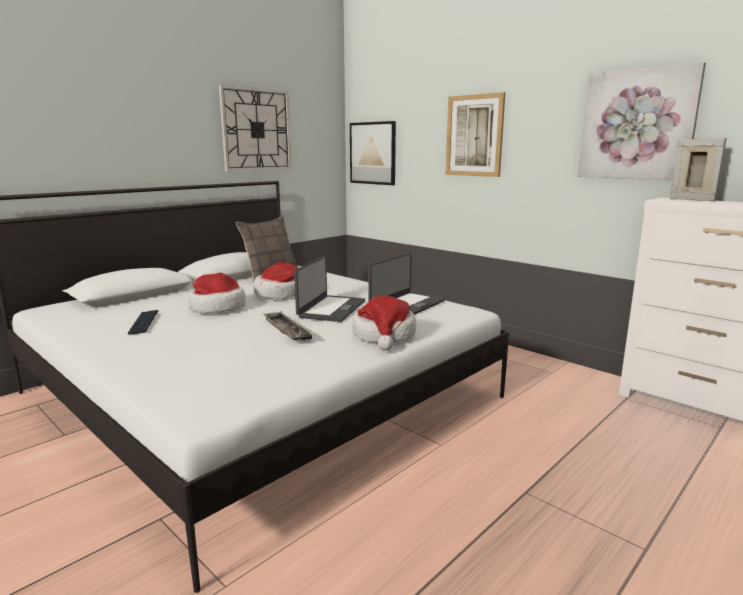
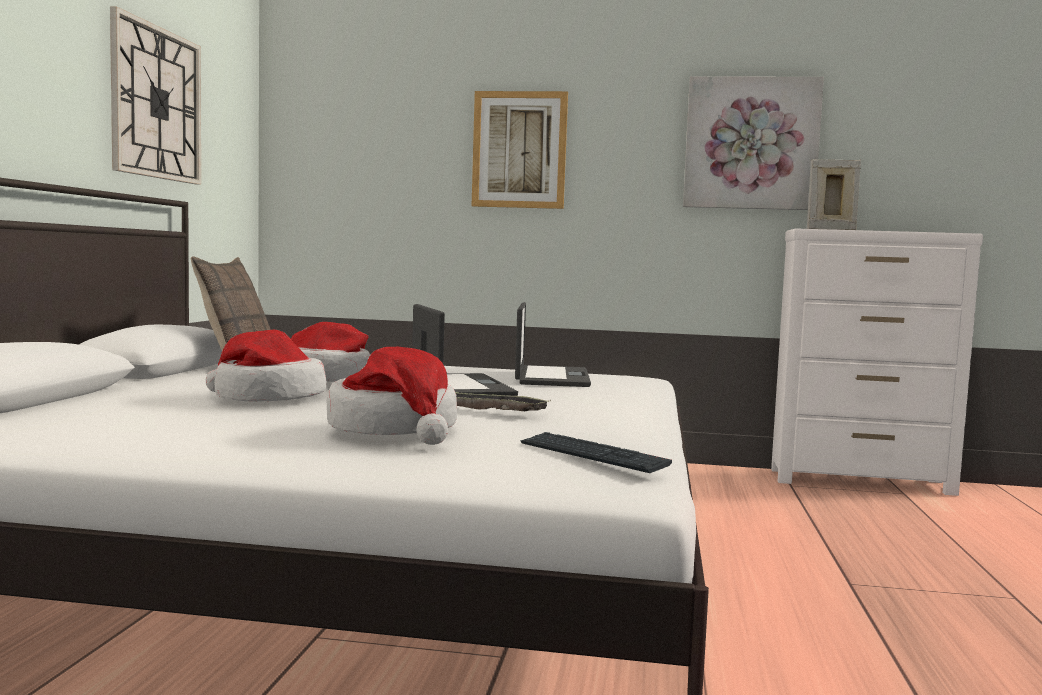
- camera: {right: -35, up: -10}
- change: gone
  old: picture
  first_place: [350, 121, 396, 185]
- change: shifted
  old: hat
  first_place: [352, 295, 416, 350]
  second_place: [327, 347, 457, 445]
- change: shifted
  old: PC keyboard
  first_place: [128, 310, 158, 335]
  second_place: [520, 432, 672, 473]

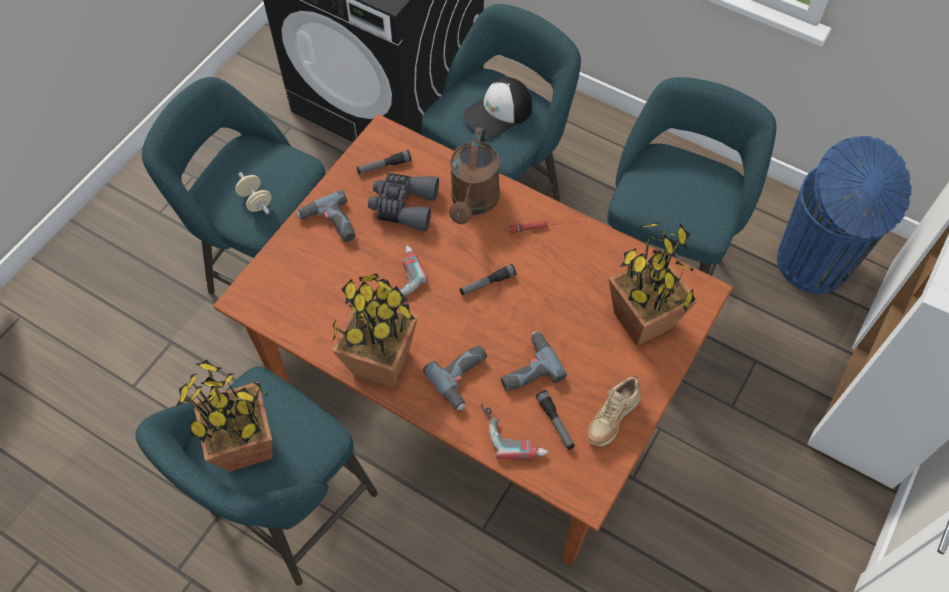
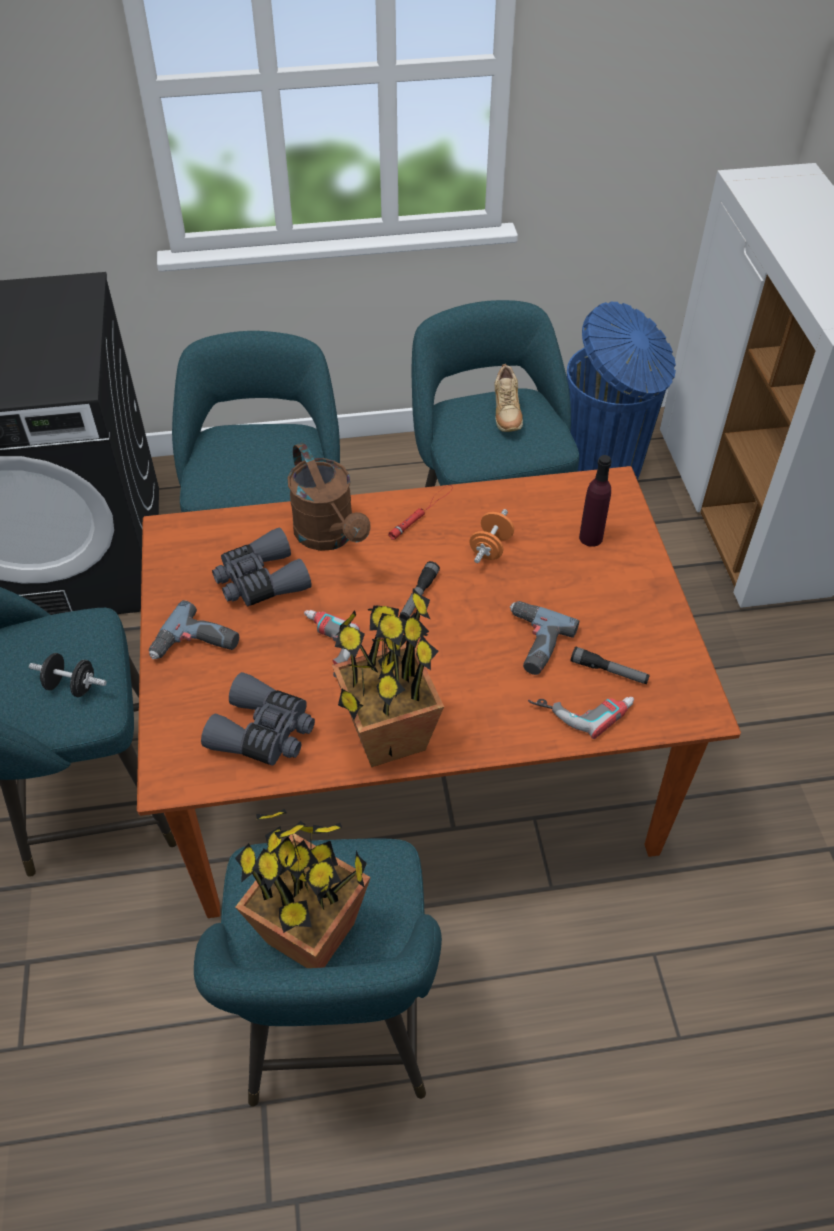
- camera: {right: -40, up: -10}
- change: gone
  old: baseball cap
  first_place: [463, 77, 532, 138]
- change: gone
  old: flashlight
  first_place: [356, 150, 411, 174]
- change: repainted
  old: beige dumbbell
  new: black-coloured dumbbell
  first_place: [235, 172, 271, 214]
  second_place: [29, 653, 107, 697]
- change: swapped
  old: potted plant
  new: purple beverage bottle
  first_place: [608, 222, 698, 346]
  second_place: [579, 455, 611, 547]
- change: gone
  old: electric drill
  first_place: [423, 345, 487, 411]
- change: shifted
  old: beige item of footwear
  first_place: [587, 375, 641, 446]
  second_place: [494, 364, 523, 432]
- change: new
  new: orange-coloured dumbbell
  second_place: [469, 509, 514, 563]
- change: new
  new: grey pair of binoculars
  second_place: [201, 672, 315, 766]

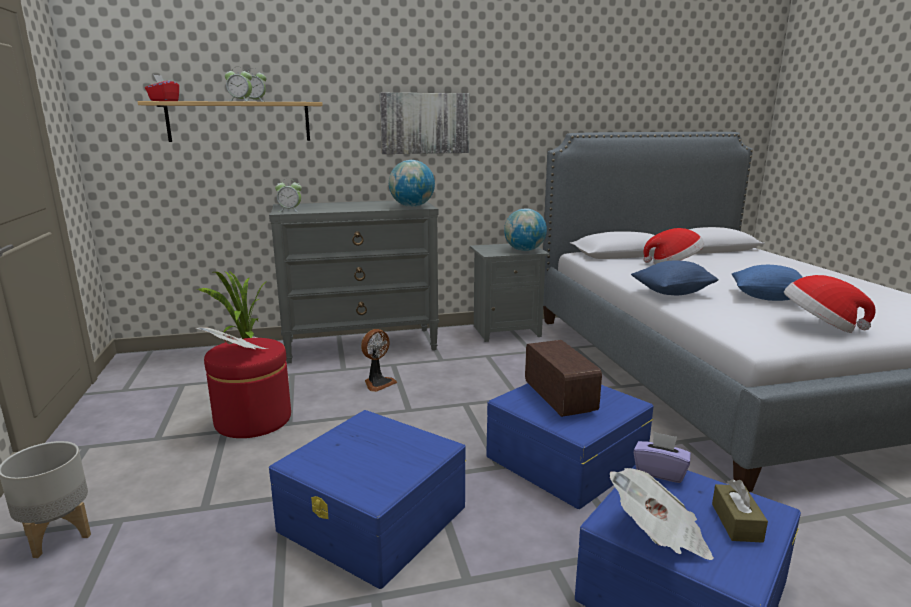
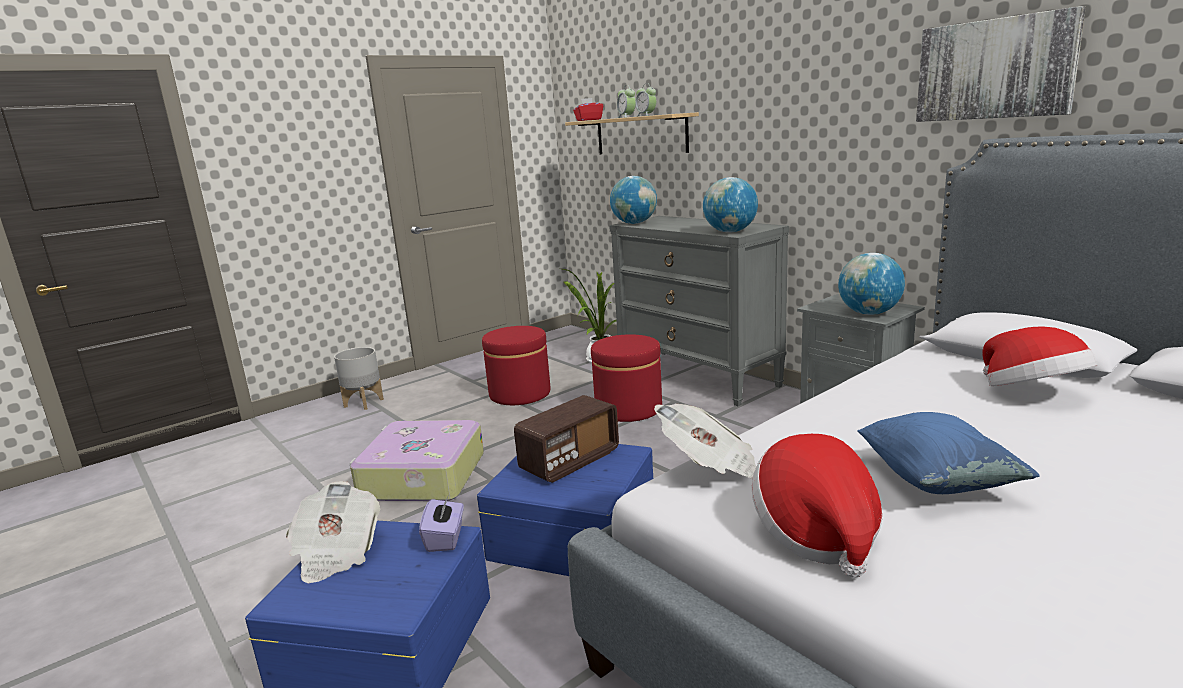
- camera: {right: 65, up: 0}
- change: shifted
  old: picture
  first_place: [379, 93, 470, 154]
  second_place: [916, 6, 1086, 122]
- change: swapped
  old: alarm clock
  new: globe
  first_place: [275, 178, 302, 212]
  second_place: [610, 176, 657, 224]
- change: gone
  old: blue-coloured throw pillow
  first_place: [631, 260, 719, 295]
- change: shifted
  old: newspaper
  first_place: [196, 327, 268, 349]
  second_place: [654, 404, 756, 479]
- change: swapped
  old: fan
  new: red-coloured ottoman
  first_place: [361, 329, 397, 392]
  second_place: [591, 334, 662, 422]
- change: swapped
  old: blue-coloured storage container
  new: suitcase
  first_place: [269, 410, 466, 589]
  second_place: [349, 420, 484, 501]
- change: gone
  old: brown tissue holder
  first_place: [712, 479, 768, 543]

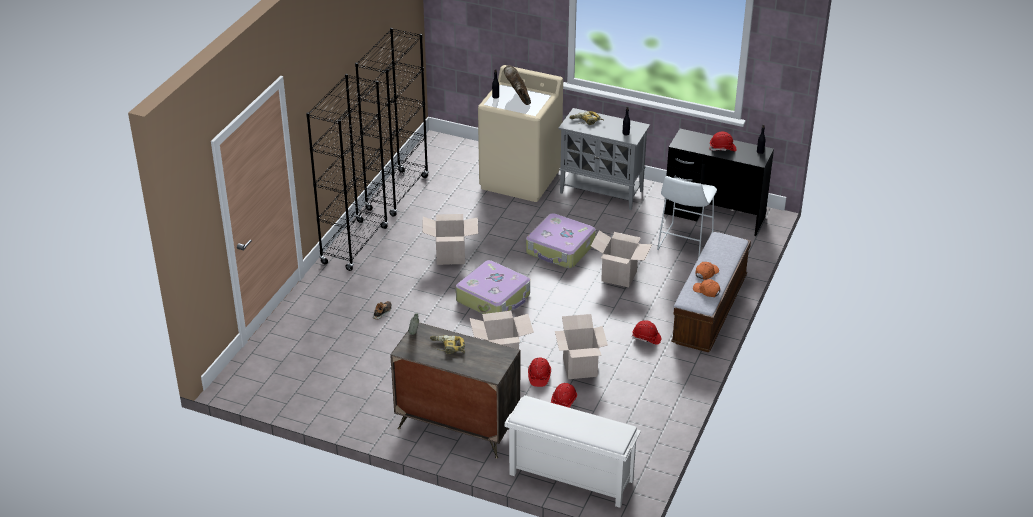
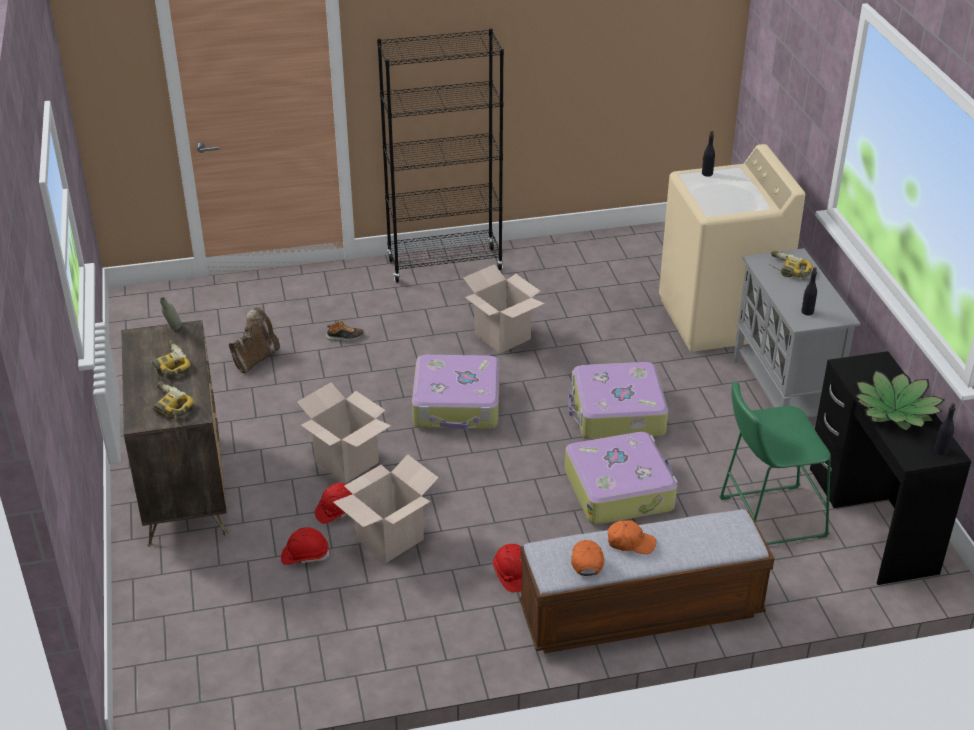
- camera: {right: 55, up: 0}
- change: gone
  old: black-coloured bookshelf
  first_place: [355, 28, 429, 217]
- change: shifted
  old: brown high-top boot
  first_place: [504, 65, 531, 105]
  second_place: [229, 307, 280, 373]
- change: swapped
  old: red-coloured work helmet
  new: potted plant
  first_place: [709, 131, 737, 151]
  second_place: [855, 370, 945, 431]
- change: repainted
  old: white-coloured stool seat
  new: green stool seat
  first_place: [657, 176, 717, 258]
  second_place: [719, 381, 831, 545]
- change: swapped
  old: carton
  new: suitcase
  first_place: [591, 230, 652, 288]
  second_place: [565, 432, 678, 525]
- change: gone
  old: white-coloured shoe rack
  first_place: [504, 395, 641, 508]
- change: new
  new: electric drill
  second_place: [144, 382, 194, 421]

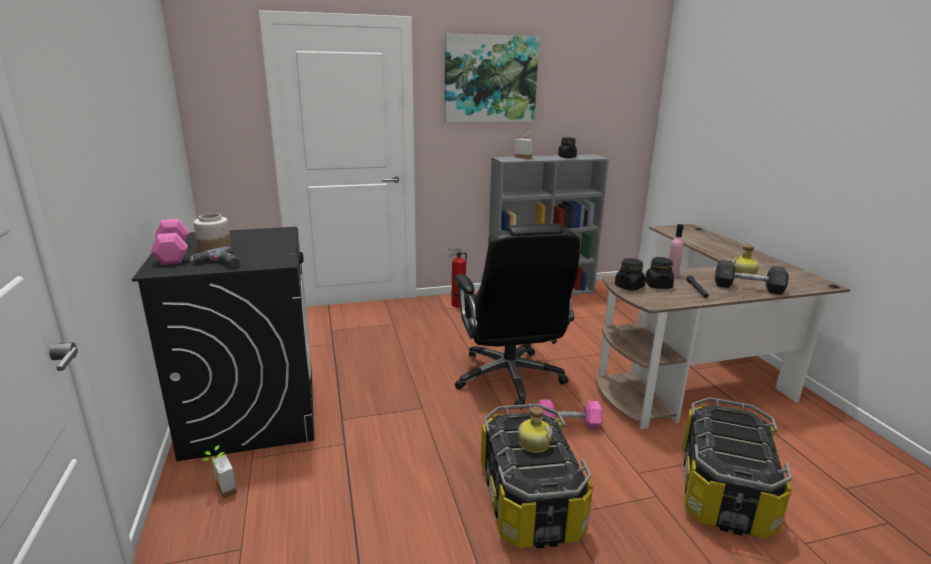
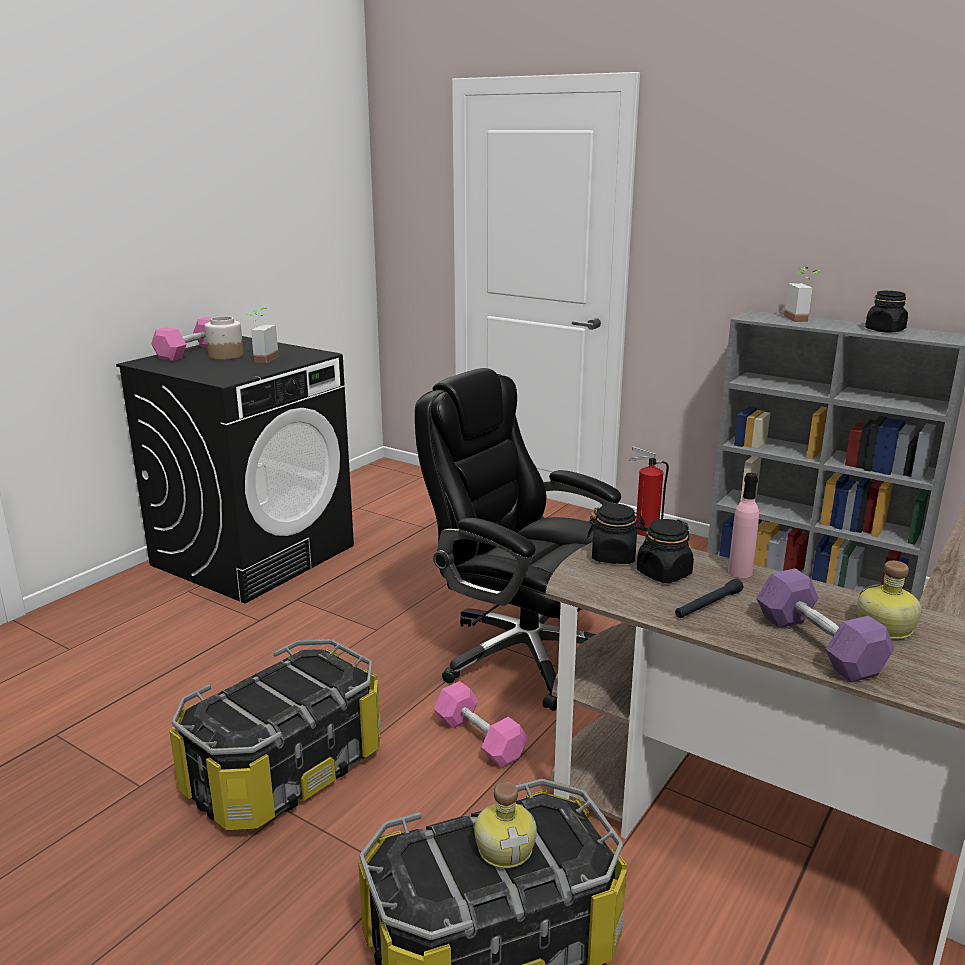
- camera: {right: 50, up: 0}
- change: gone
  old: picture
  first_place: [445, 33, 539, 122]
- change: rotated
  old: black-coloured office chair
  first_place: [454, 223, 580, 409]
  second_place: [415, 368, 621, 711]
  degrees: 90
- change: gone
  old: electric drill
  first_place: [190, 246, 240, 268]
- change: repainted
  old: grey dumbbell
  new: purple dumbbell
  first_place: [715, 260, 789, 295]
  second_place: [756, 568, 894, 683]
- change: shifted
  old: beverage bottle
  first_place: [518, 406, 553, 453]
  second_place: [474, 782, 537, 868]
- change: shifted
  old: potted plant
  first_place: [202, 445, 237, 499]
  second_place: [245, 308, 279, 363]

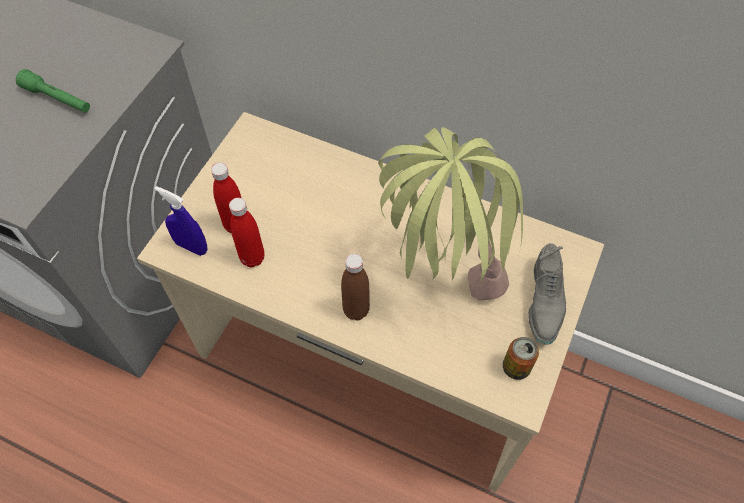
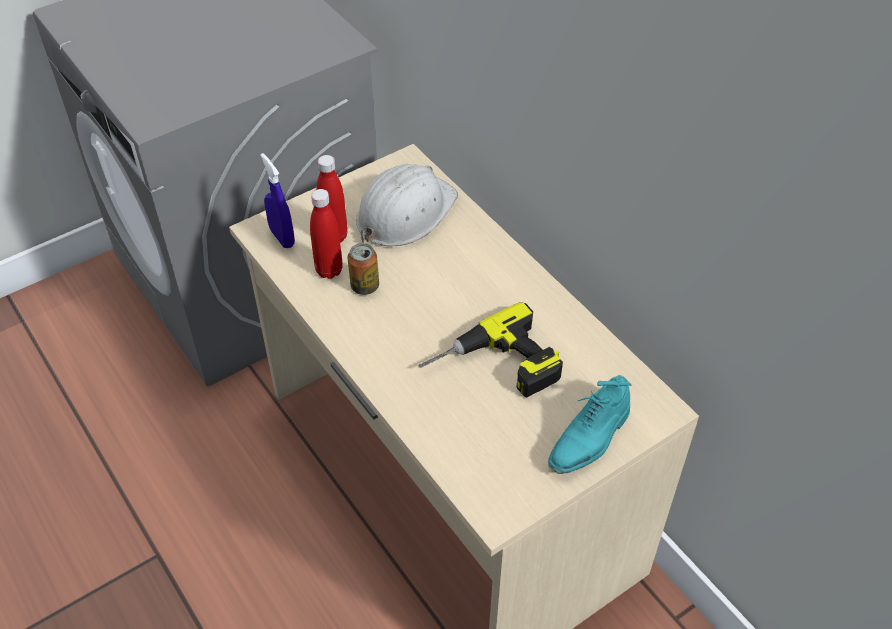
- camera: {right: 30, up: -10}
- change: gone
  old: green flashlight
  first_place: [16, 69, 90, 113]
- change: swapped
  old: potted plant
  new: electric drill
  first_place: [379, 127, 523, 300]
  second_place: [418, 302, 563, 398]
- change: repainted
  old: grey item of footwear
  new: blue-green item of footwear
  first_place: [529, 243, 566, 345]
  second_place: [548, 375, 632, 474]
- change: gone
  old: brown beverage bottle
  first_place: [341, 254, 370, 320]
- change: shifted
  old: sealed can
  first_place: [503, 337, 539, 380]
  second_place: [347, 243, 379, 295]
- change: new
  new: white-coloured work helmet
  second_place: [356, 164, 458, 246]

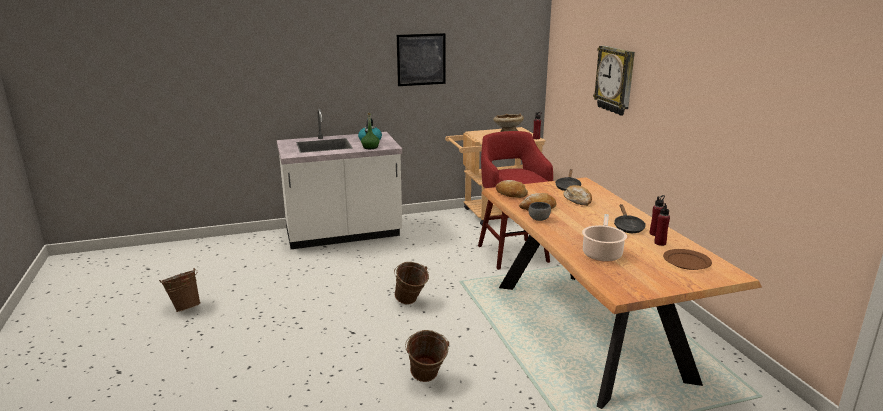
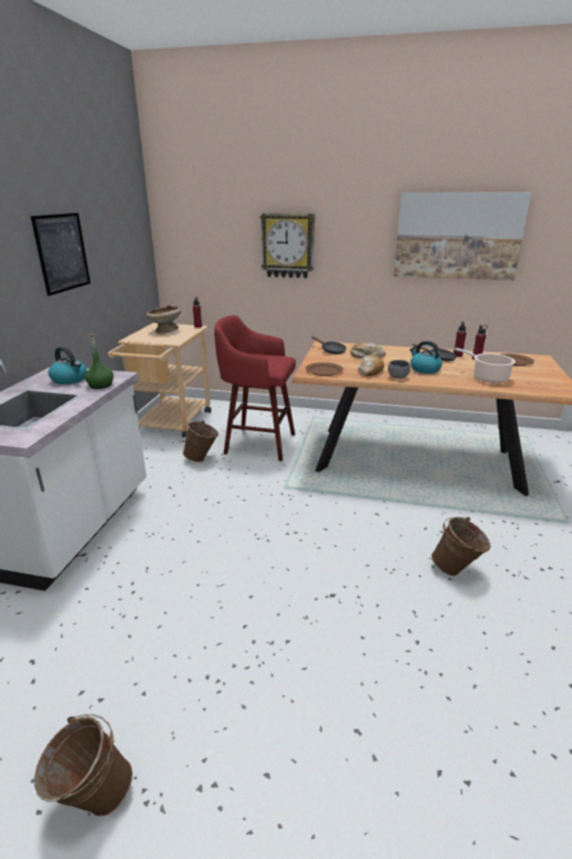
- camera: {right: -60, up: 5}
- change: swapped
  old: bakery bread
  new: brown flat dish
  first_place: [496, 180, 528, 198]
  second_place: [305, 362, 343, 376]
- change: shifted
  old: brown water bucket
  first_place: [394, 262, 429, 304]
  second_place: [183, 420, 219, 462]
- change: new
  new: picture
  second_place: [394, 192, 532, 280]
- change: new
  new: tea kettle
  second_place: [410, 341, 442, 374]

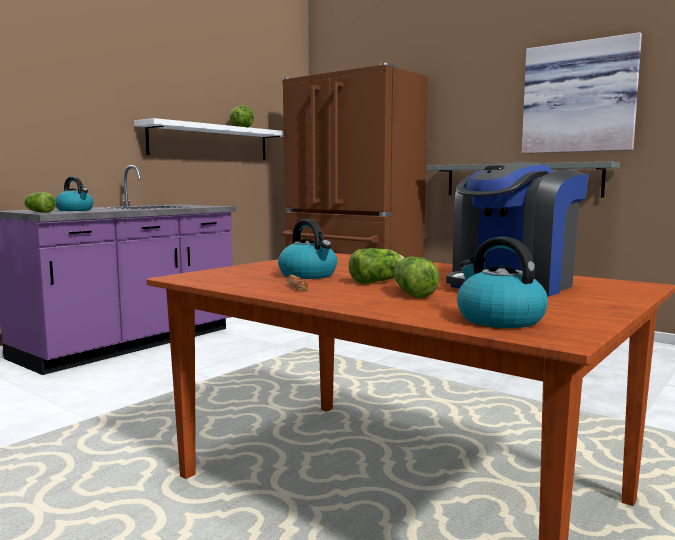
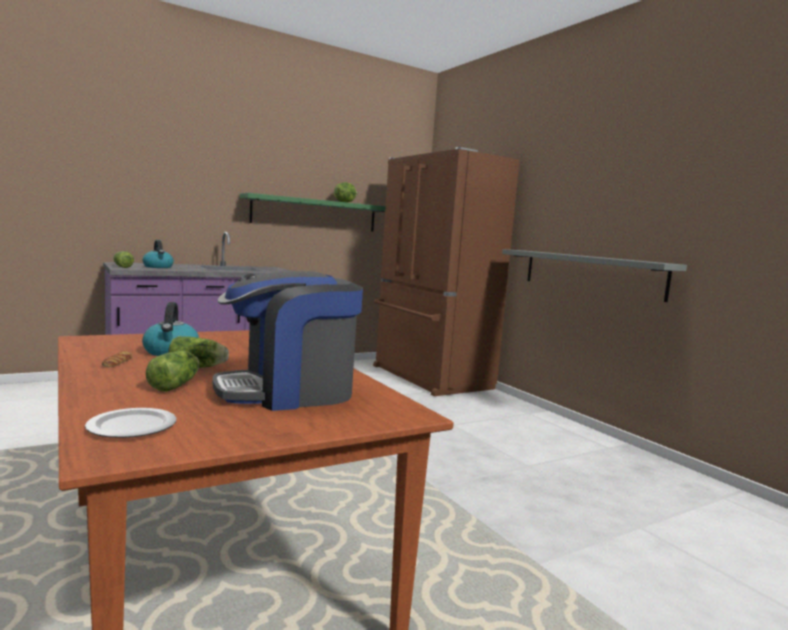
- camera: {right: 20, up: 0}
- change: gone
  old: picture
  first_place: [522, 32, 642, 153]
- change: repainted
  old: white-coloured shelf
  new: green shelf
  first_place: [134, 118, 284, 160]
  second_place: [240, 193, 386, 232]
- change: swapped
  old: tea kettle
  new: flat dish
  first_place: [457, 237, 548, 328]
  second_place: [85, 408, 176, 438]

